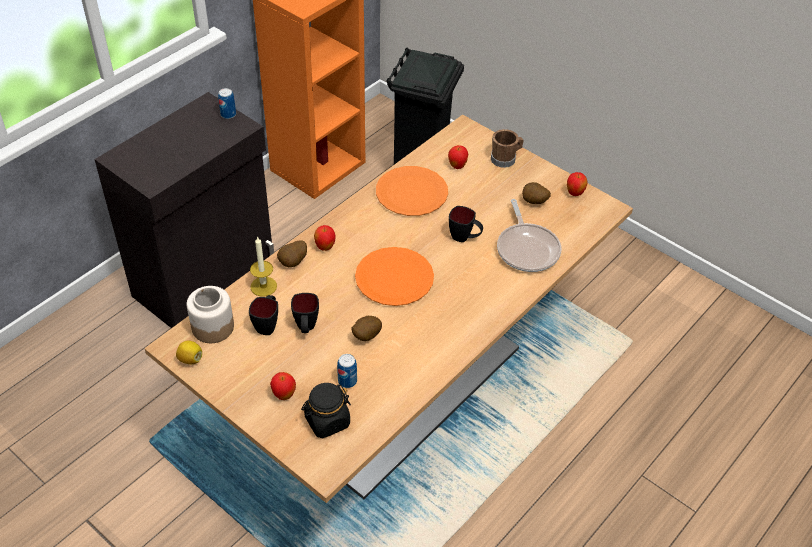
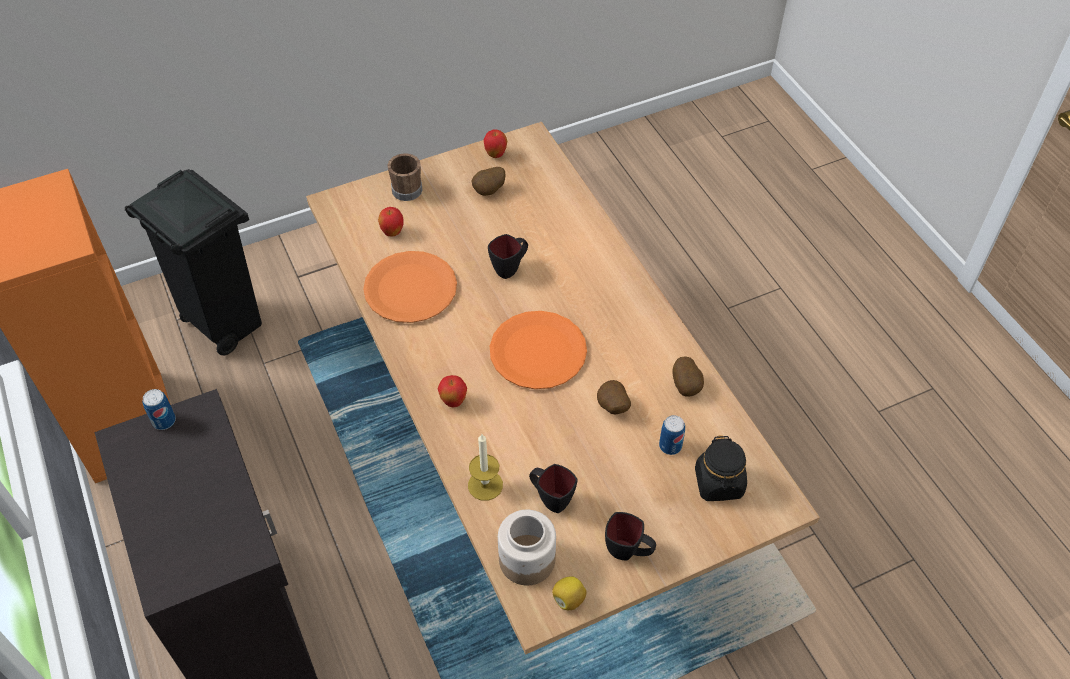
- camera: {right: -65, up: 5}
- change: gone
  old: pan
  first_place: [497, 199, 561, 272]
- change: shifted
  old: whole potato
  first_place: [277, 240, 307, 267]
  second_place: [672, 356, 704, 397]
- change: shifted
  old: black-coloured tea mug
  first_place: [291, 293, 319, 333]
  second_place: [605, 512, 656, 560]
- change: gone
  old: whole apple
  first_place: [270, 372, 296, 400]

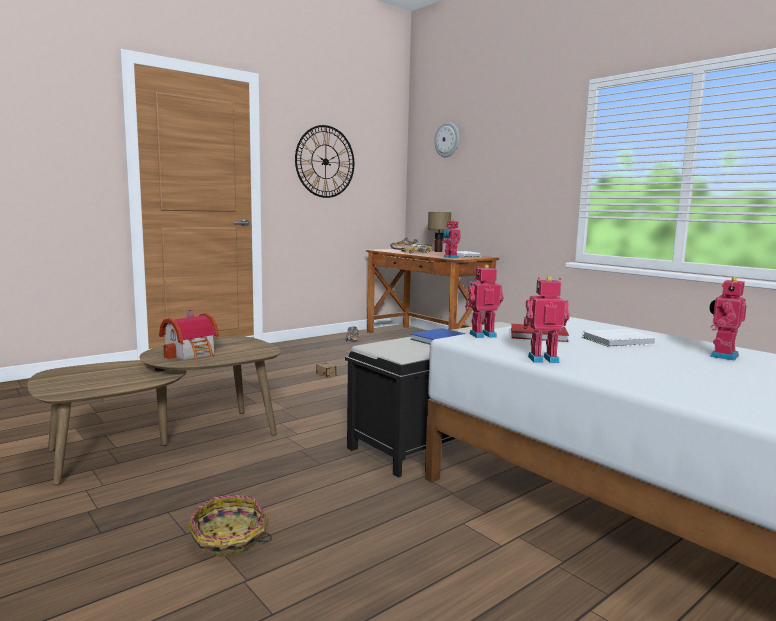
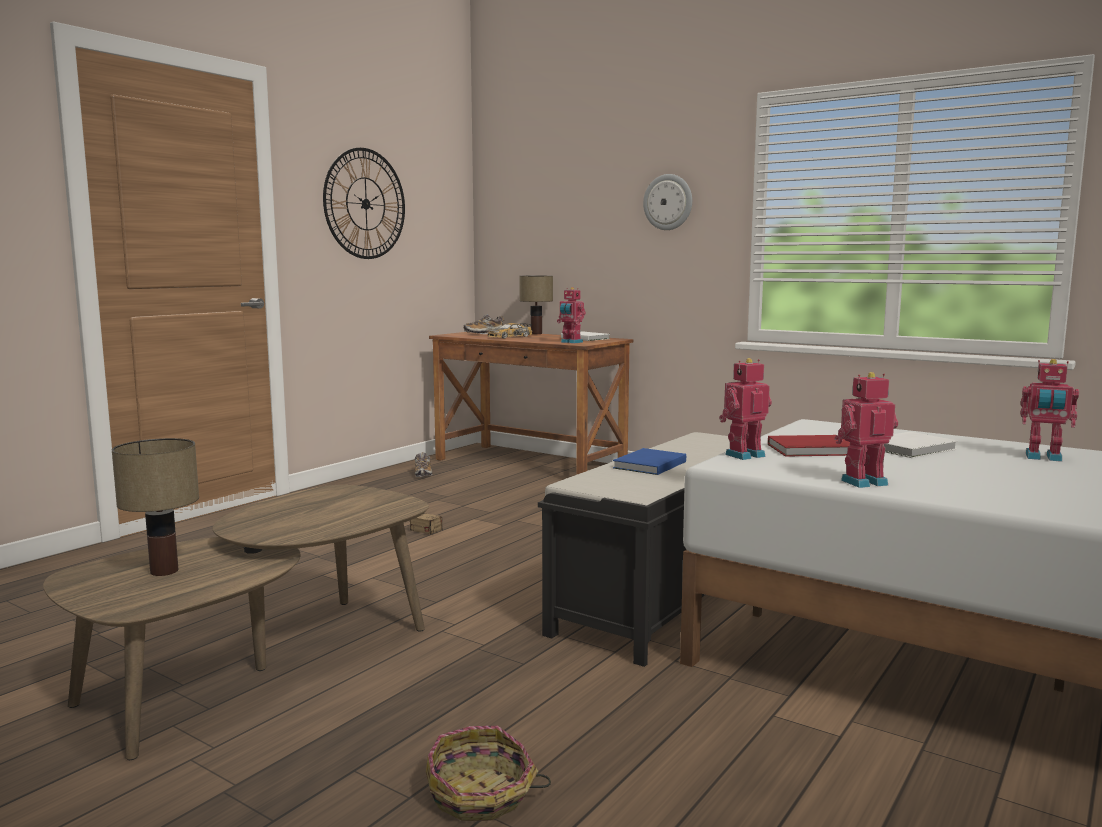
- camera: {right: -15, up: 0}
- change: shifted
  old: wall clock
  first_place: [434, 122, 459, 157]
  second_place: [643, 174, 692, 230]
- change: rotated
  old: model robot
  first_place: [709, 277, 747, 361]
  second_place: [1021, 359, 1079, 462]
  degrees: -90
- change: gone
  old: miniature house
  first_place: [159, 310, 219, 361]
- change: new
  new: tabletop lamp
  second_place: [112, 438, 199, 576]

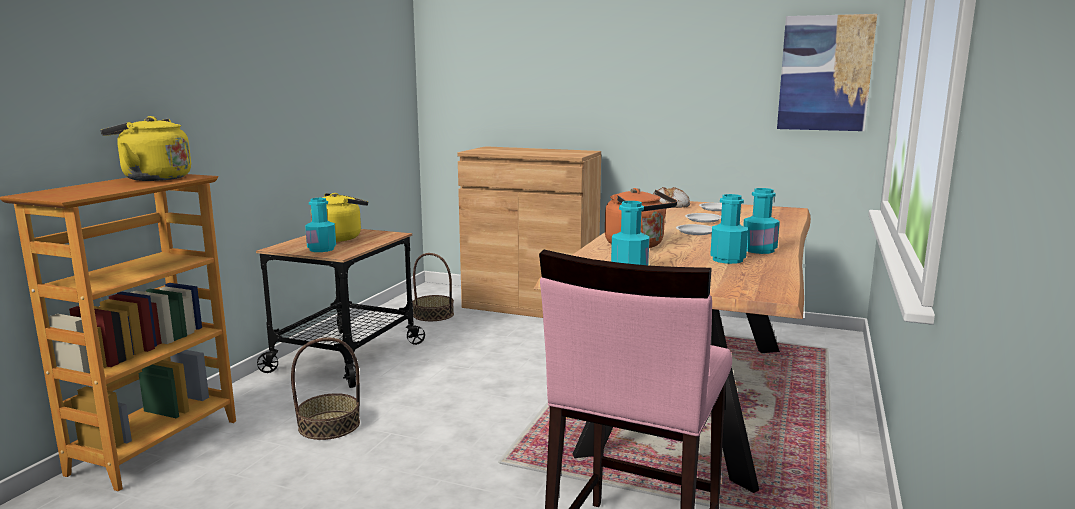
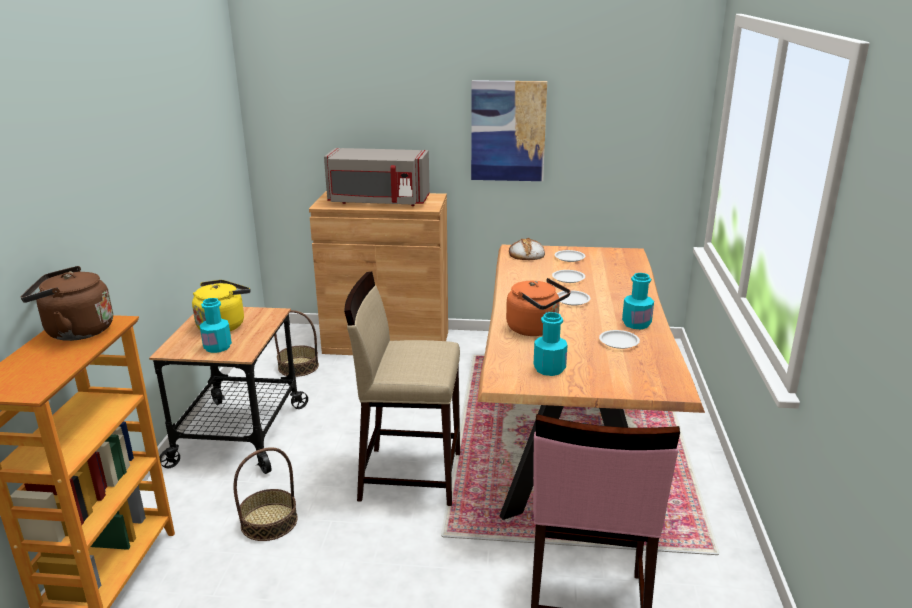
- camera: {right: -15, up: 10}
- change: shifted
  old: picture
  first_place: [777, 14, 877, 131]
  second_place: [471, 80, 547, 181]
- change: repainted
  old: yellow tea kettle
  new: brown tea kettle
  first_place: [101, 116, 191, 181]
  second_place: [21, 266, 113, 341]
- change: swapped
  old: blue-green beverage bottle
  new: white-coloured flat dish
  first_place: [710, 194, 748, 264]
  second_place: [599, 330, 640, 349]
- change: new
  new: grey microwave oven
  second_place: [324, 148, 430, 206]
- change: new
  new: beige stool seat
  second_place: [344, 271, 460, 506]

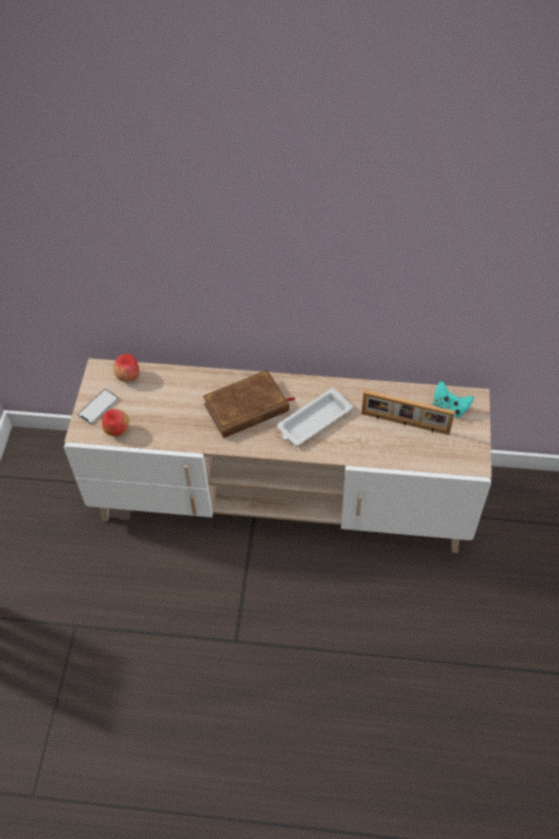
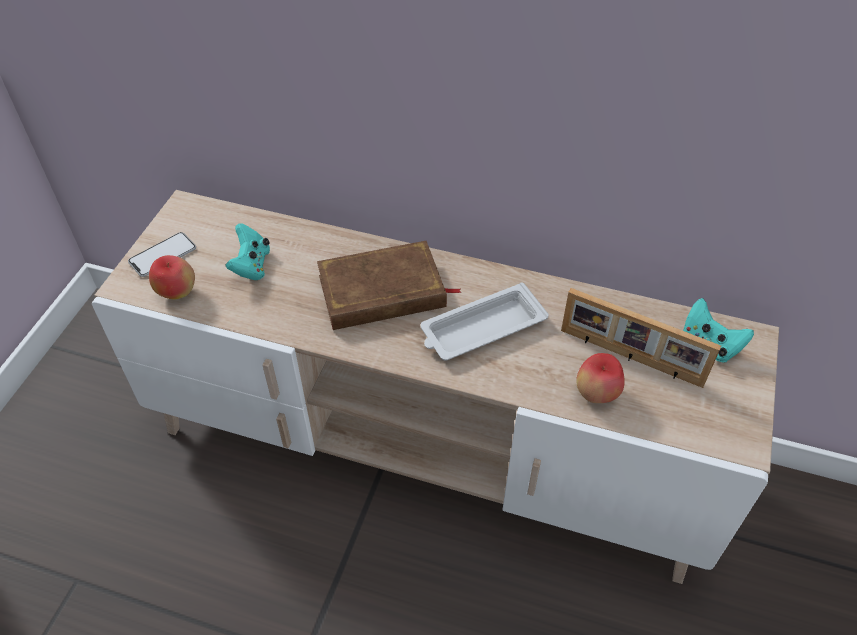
- camera: {right: 10, up: -5}
- change: shifted
  old: whole apple
  first_place: [113, 354, 140, 382]
  second_place: [576, 353, 625, 403]
- change: new
  new: blue-green gamepad
  second_place: [226, 224, 270, 280]

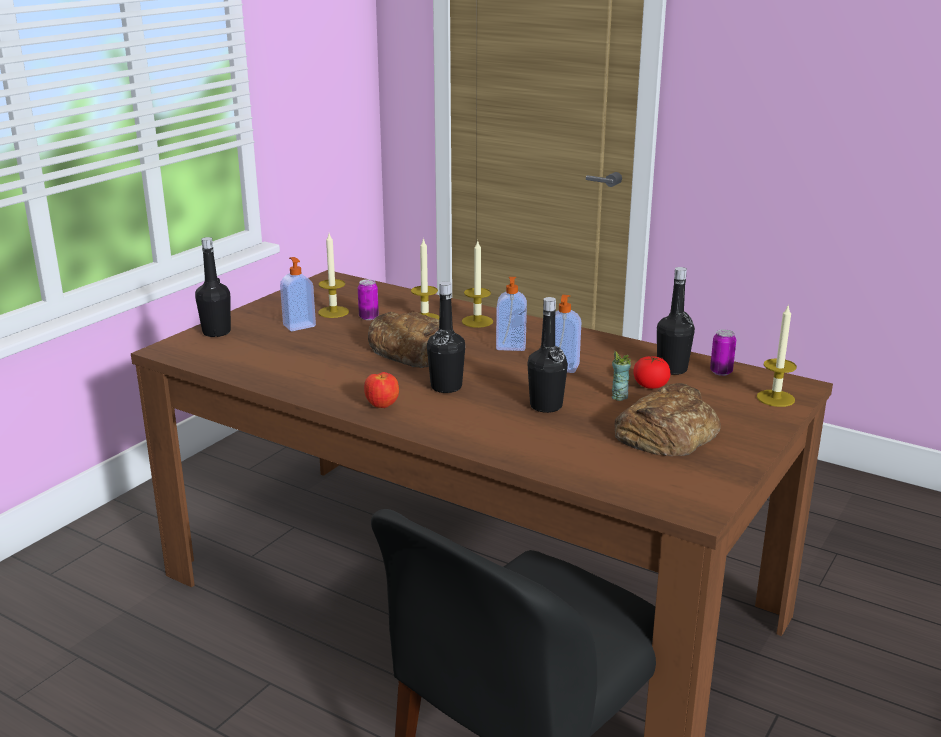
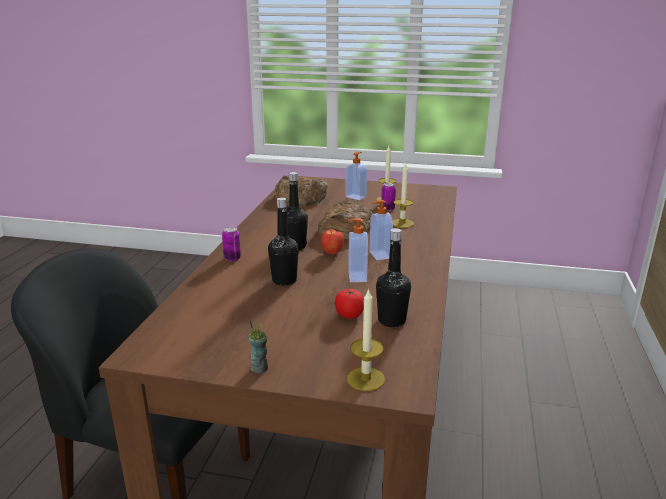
- camera: {right: 70, up: 0}
- change: gone
  old: black-coloured beverage bottle
  first_place: [195, 237, 231, 337]
- change: gone
  old: wax light
  first_place: [462, 240, 493, 328]
- change: shifted
  old: sealed can
  first_place: [710, 329, 736, 376]
  second_place: [222, 227, 241, 261]
- change: shifted
  old: cup
  first_place: [612, 351, 631, 401]
  second_place: [248, 320, 268, 374]
- change: shifted
  old: whole apple
  first_place: [364, 372, 399, 408]
  second_place: [321, 229, 344, 255]
- change: shifted
  old: bakery bread
  first_place: [614, 383, 721, 456]
  second_place: [275, 175, 328, 206]

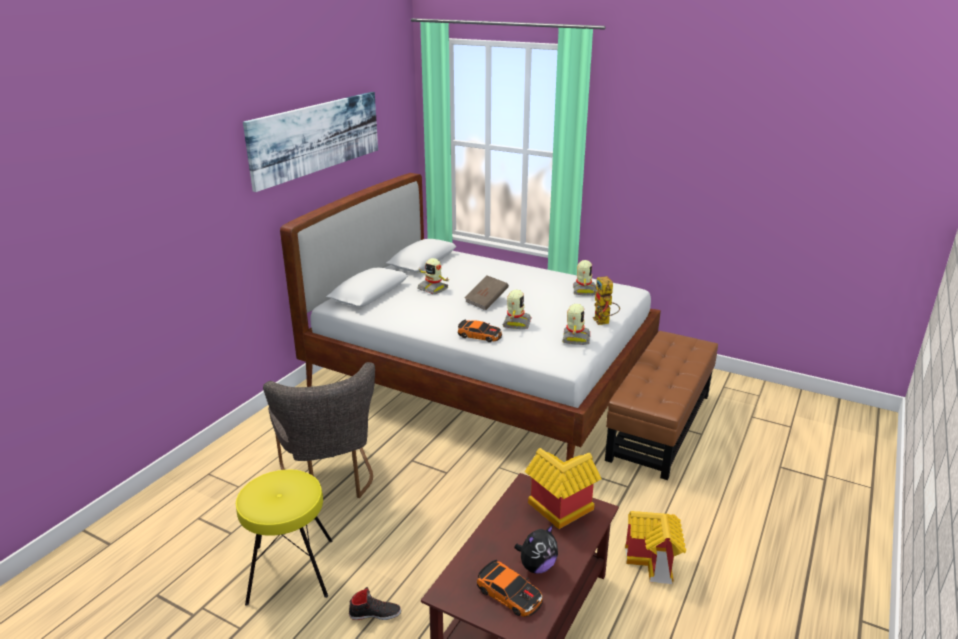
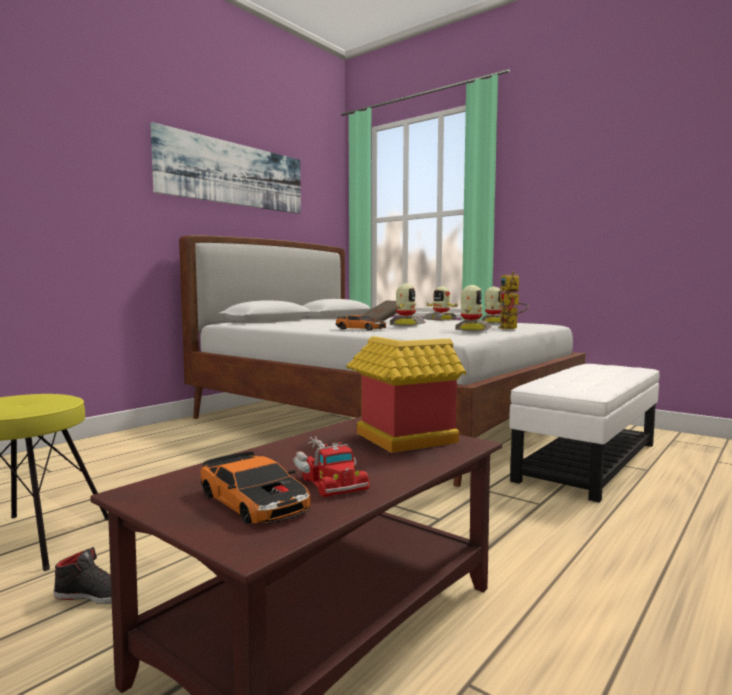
- camera: {right: 10, up: -20}
- change: shifted
  old: model robot
  first_place: [417, 258, 449, 294]
  second_place: [424, 286, 458, 321]
- change: repainted
  old: brown ottoman
  new: white-coloured ottoman
  first_place: [605, 331, 718, 480]
  second_place: [509, 364, 660, 503]
- change: gone
  old: grey upright chair
  first_place: [263, 362, 375, 498]
- change: gone
  old: miniature house
  first_place: [625, 511, 686, 584]
- change: swapped
  old: soft toy
  new: toy lorry
  first_place: [514, 525, 558, 574]
  second_place: [293, 437, 370, 497]

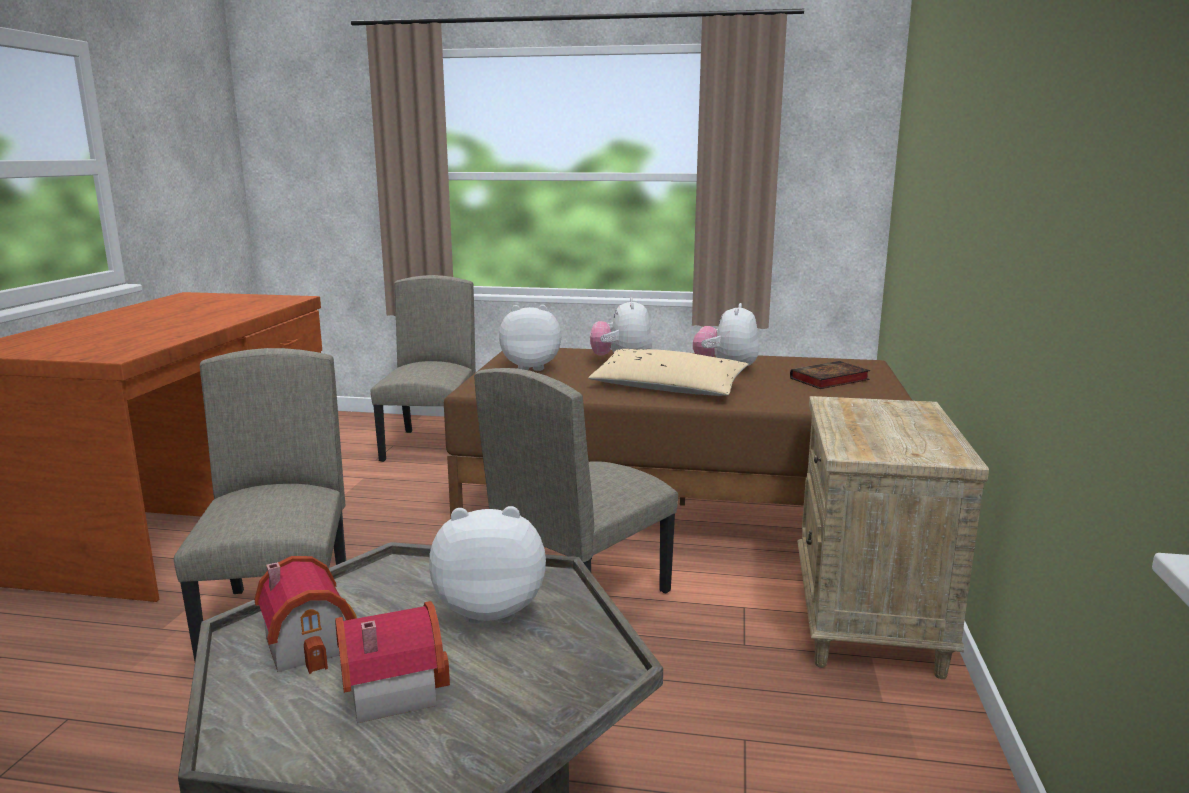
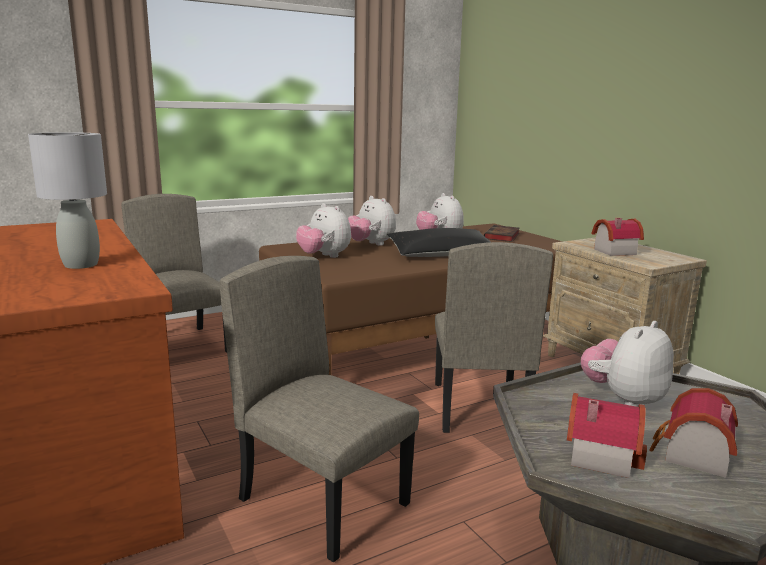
- camera: {right: -40, up: 0}
- change: rotated
  old: soft toy
  first_place: [499, 305, 561, 371]
  second_place: [296, 203, 351, 258]
  degrees: -90
- change: repainted
  old: beige throw pillow
  new: black-coloured throw pillow
  first_place: [588, 349, 749, 396]
  second_place: [387, 228, 491, 257]
- change: new
  new: grey tabletop lamp
  second_place: [28, 132, 107, 269]
- change: new
  new: miniature house
  second_place: [591, 218, 644, 256]

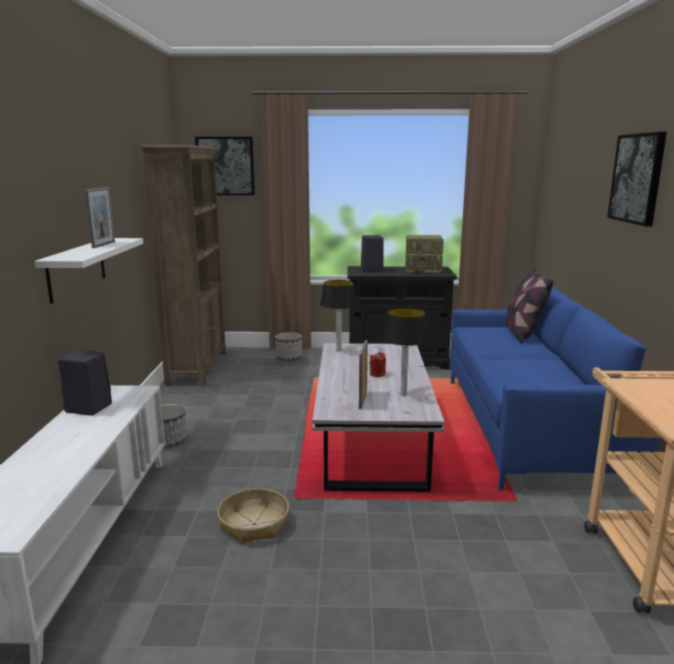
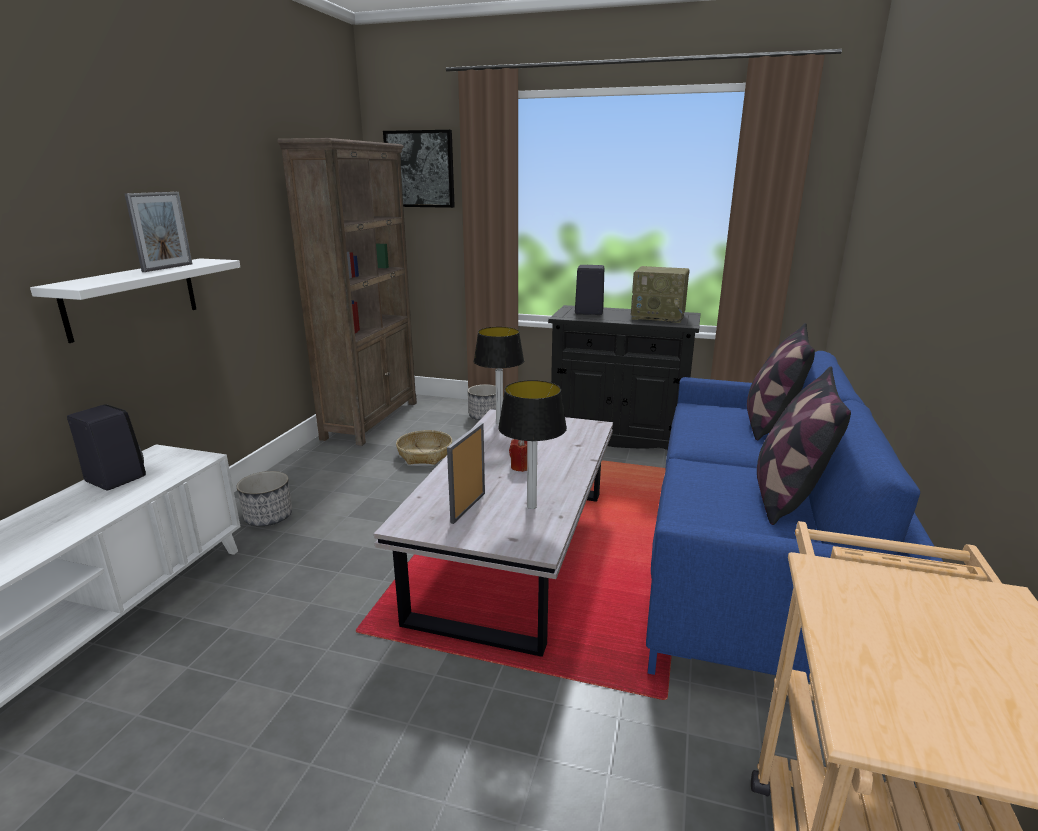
- camera: {right: 15, up: 5}
- change: gone
  old: picture
  first_place: [607, 132, 667, 226]
- change: shifted
  old: storage basket
  first_place: [218, 488, 289, 544]
  second_place: [396, 430, 452, 465]
- change: new
  new: throw pillow
  second_place: [757, 367, 851, 525]

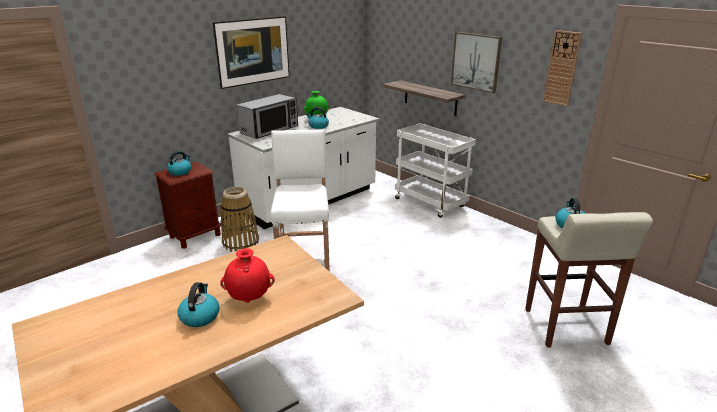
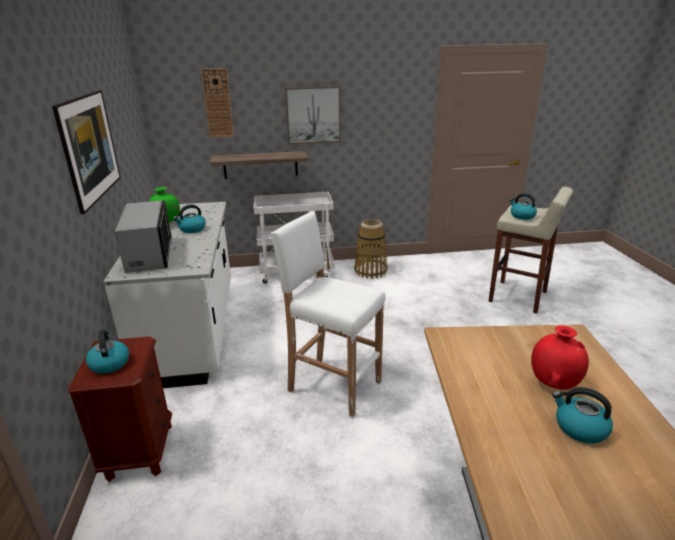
- camera: {right: -55, up: 0}
- change: shifted
  old: wall clock
  first_place: [543, 30, 582, 106]
  second_place: [201, 68, 234, 138]
- change: shifted
  old: storage basket
  first_place: [220, 187, 259, 252]
  second_place: [354, 219, 387, 279]

